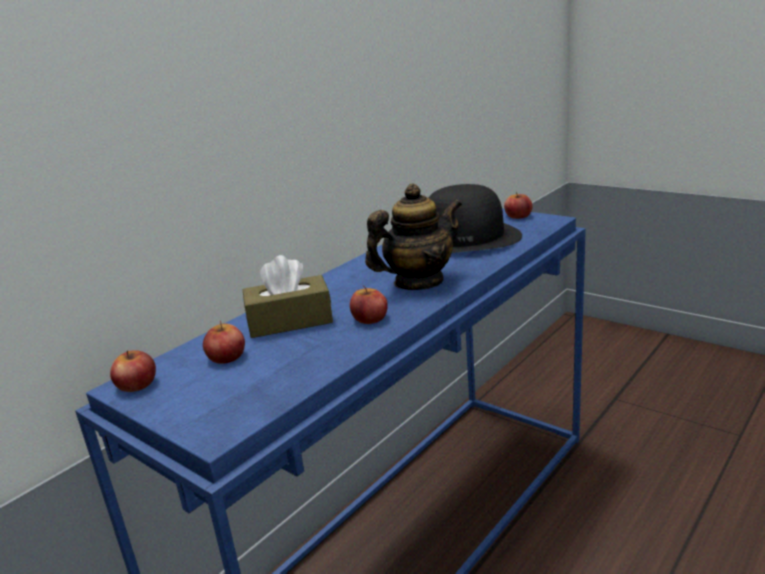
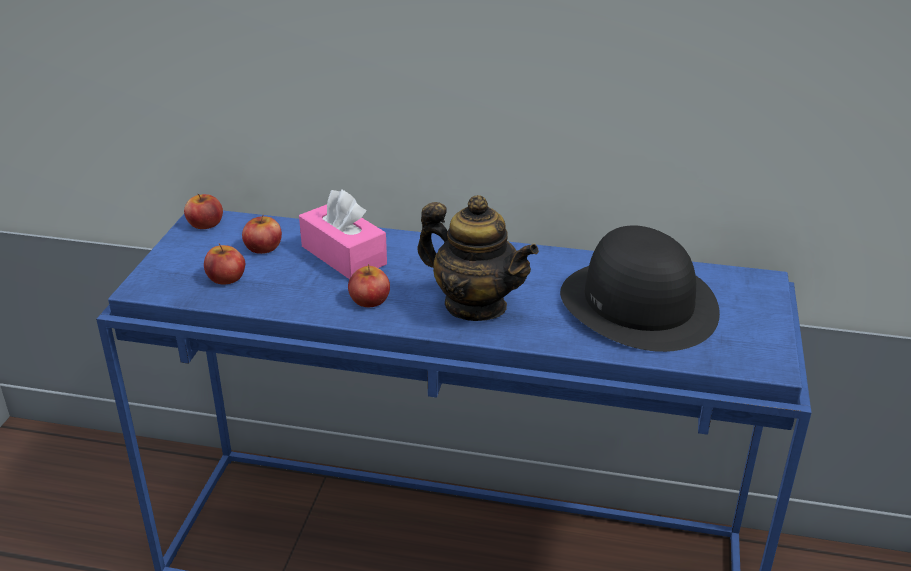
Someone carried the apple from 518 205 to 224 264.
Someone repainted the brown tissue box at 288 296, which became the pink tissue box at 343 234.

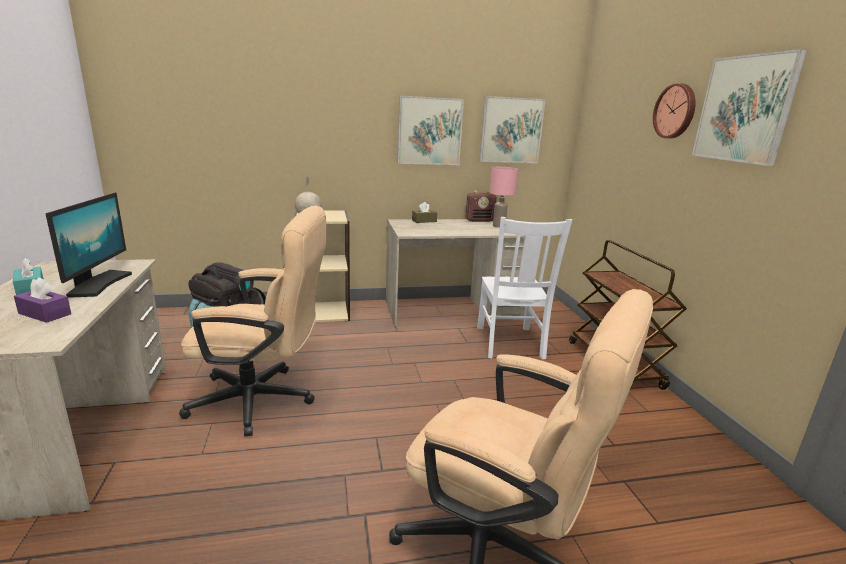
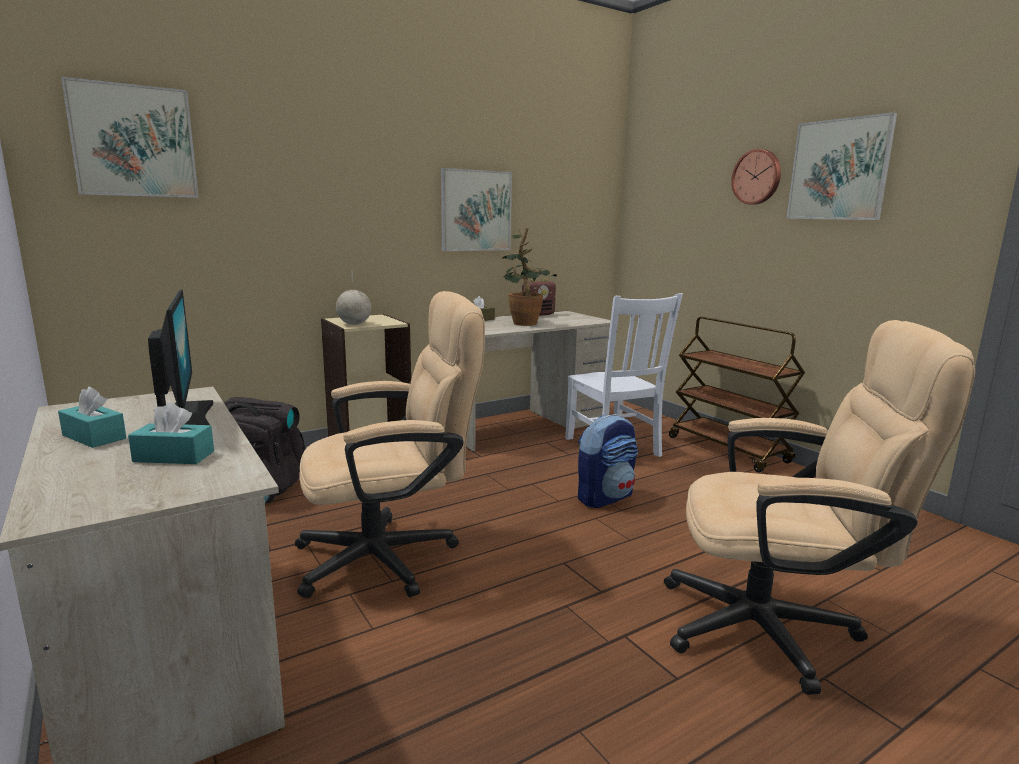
Someone carried the picture from 512 129 to 130 137.
Someone repainted the purple tissue box at 42 300, which became the turquoise tissue box at 171 433.
Someone put down the potted plant at 529 277.
Someone put down the backpack at 608 461.
Someone took away the pink table lamp at 503 197.

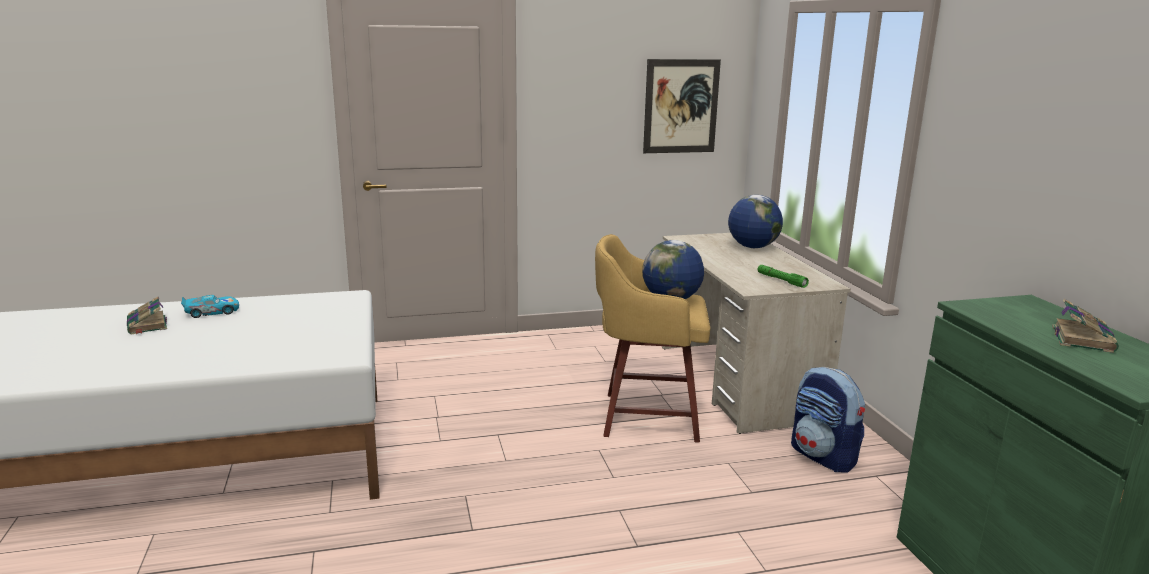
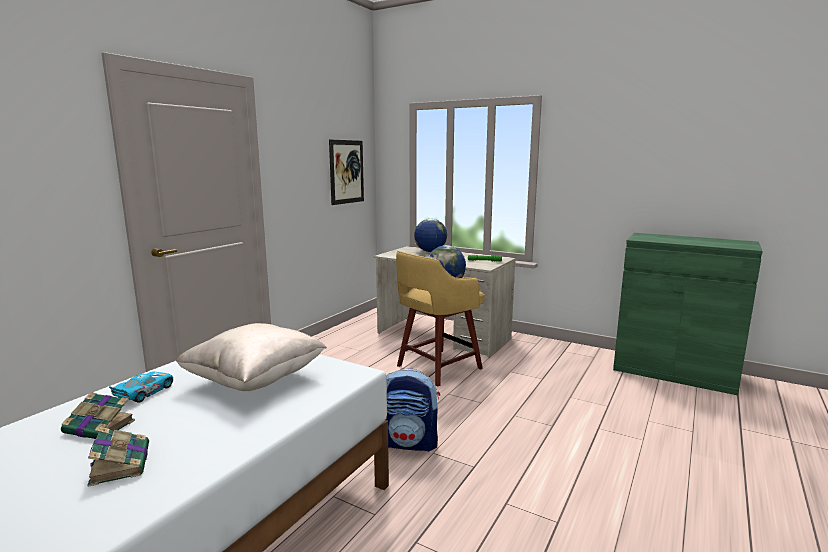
Someone carried the book from 1085 326 to 118 457.
Someone put down the beige pillow at 251 357.
Someone carried the backpack from 828 420 to 413 410.

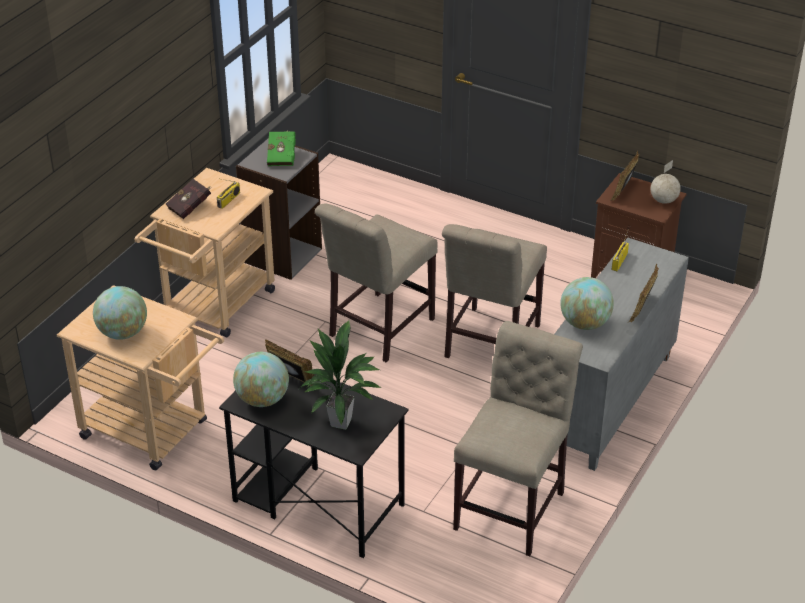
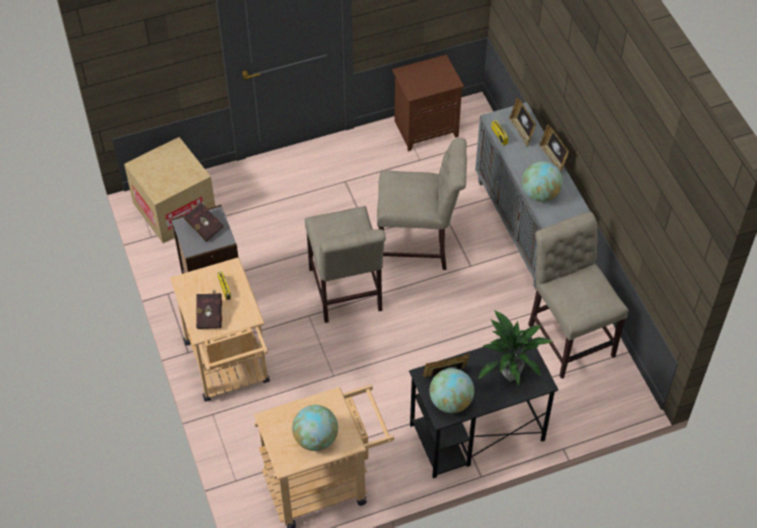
Someone put down the cardboard box at 169 190.
Someone repainted the green book at 281 148, which became the red book at 204 222.
Someone rotated the beige chair at 494 291 by 60 degrees counterclockwise.
Someone carried the picture frame from 624 175 to 522 122.
Someone took away the globe at 666 182.

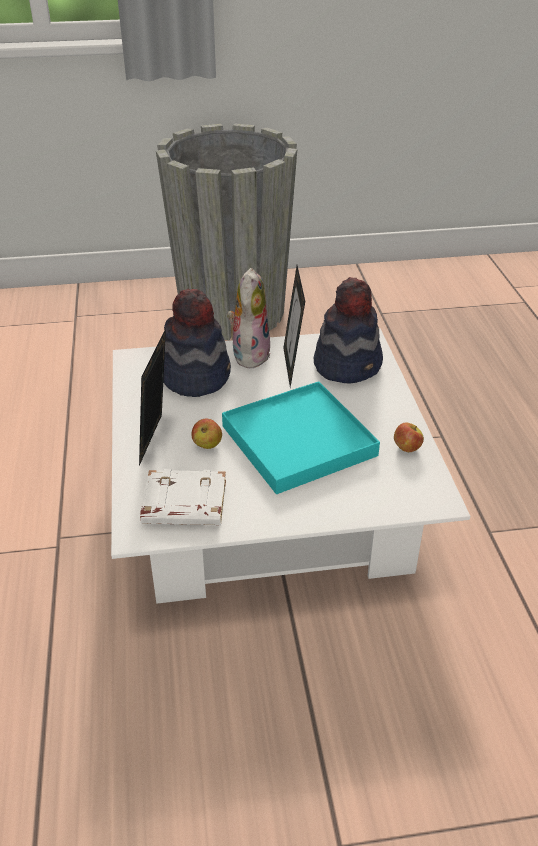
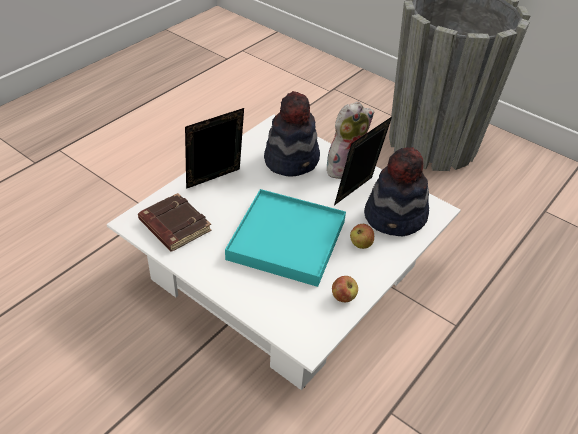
Someone repainted the white book at 183 497, which became the brown book at 175 222.
Someone carried the apple from 206 434 to 362 236.

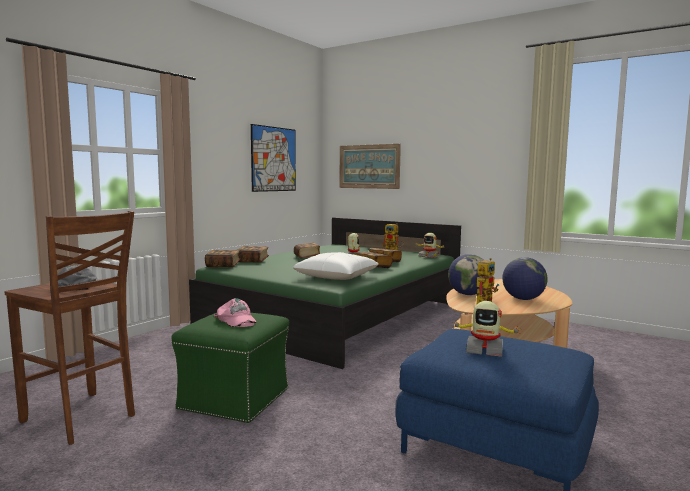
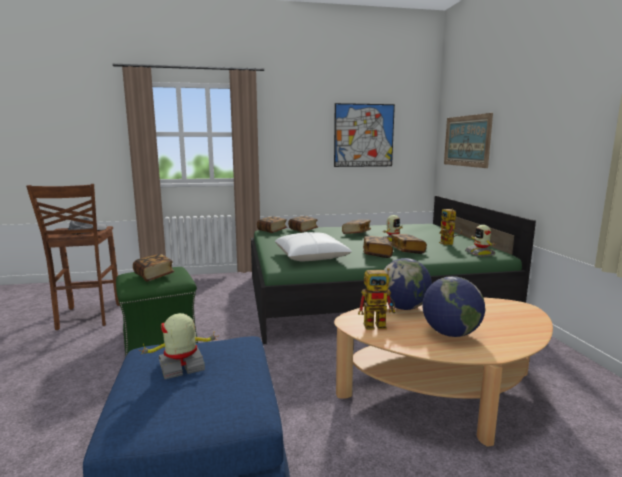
Someone swapped the pink cap at 235 312 for the book at 154 268.
Someone rotated the toy robot at 487 329 by 90 degrees clockwise.

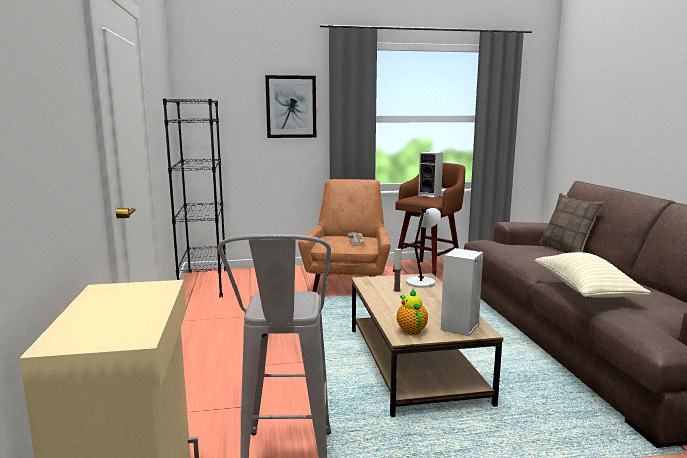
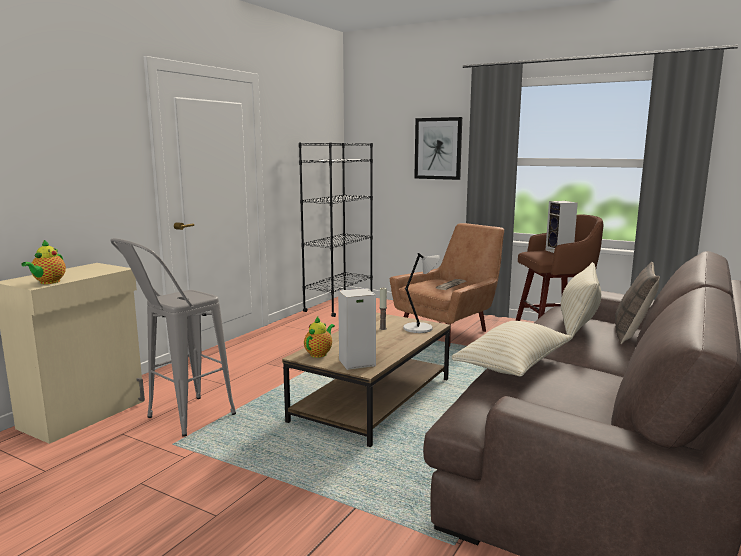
Someone put down the teapot at 44 262.
Someone put down the beige pillow at 581 301.

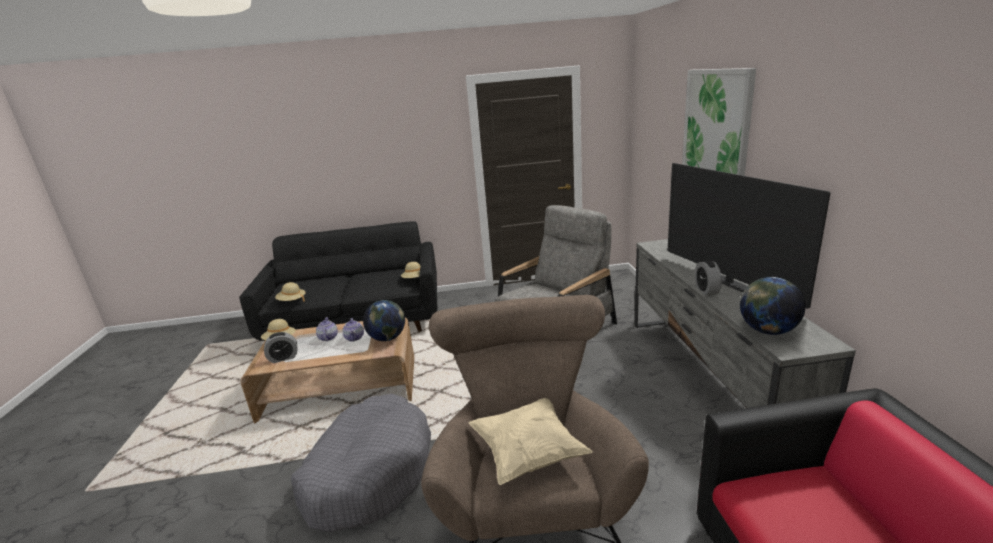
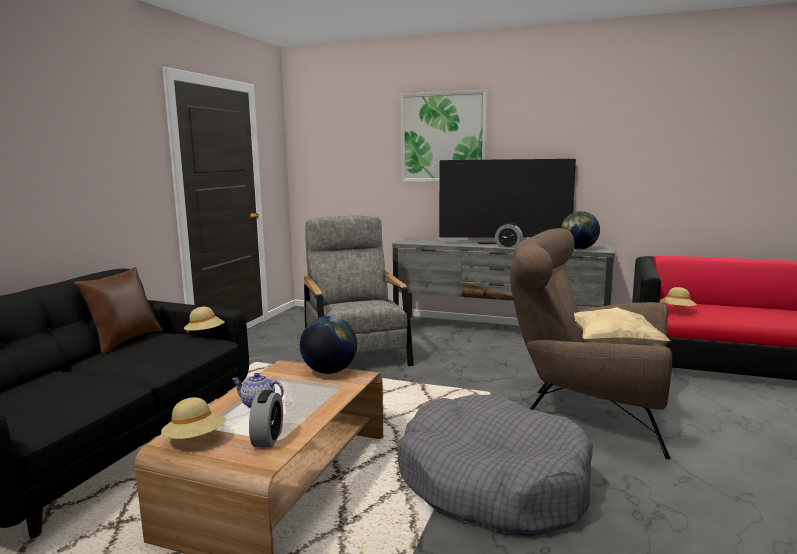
Someone put down the brown pillow at 118 311.
Someone carried the beige hat from 290 292 to 678 297.
Someone took away the teapot at 353 330.

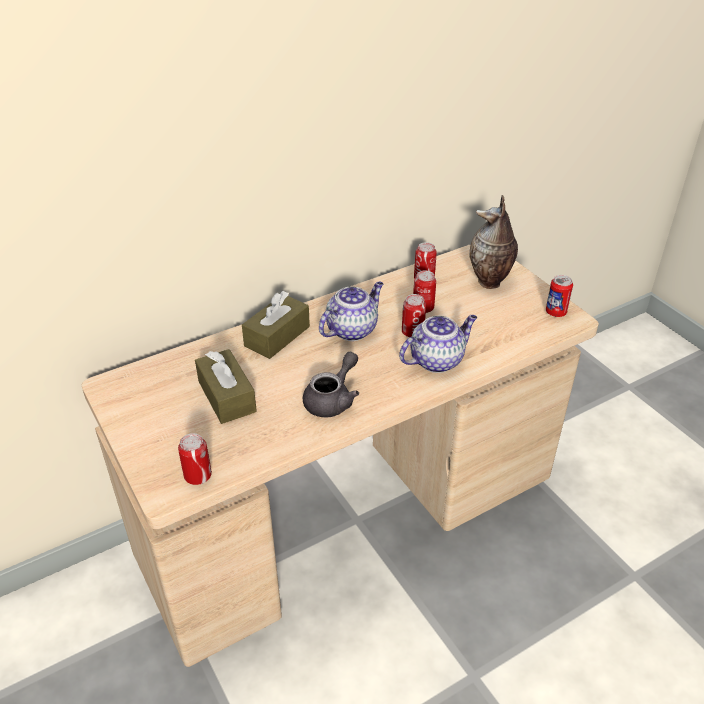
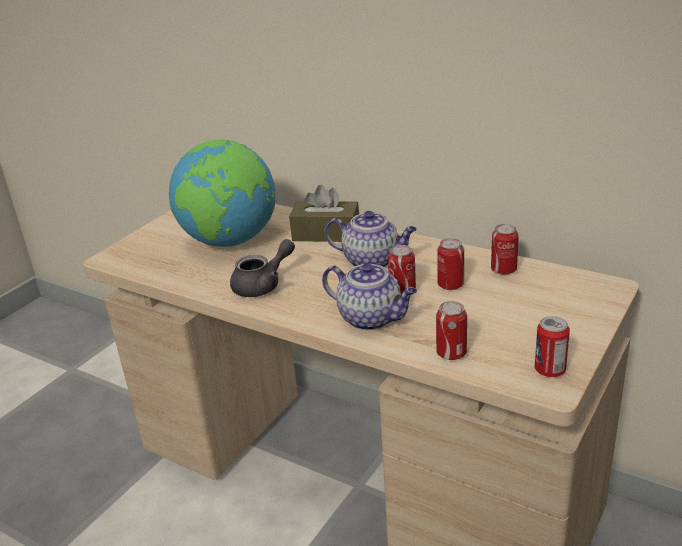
Someone swapped the brown tissue box at 226 386 for the globe at 222 193.
Someone rotated the grey teapot at 331 384 by 45 degrees counterclockwise.
Someone carried the can from 195 459 to 451 330.
Someone took away the vase at 493 242.

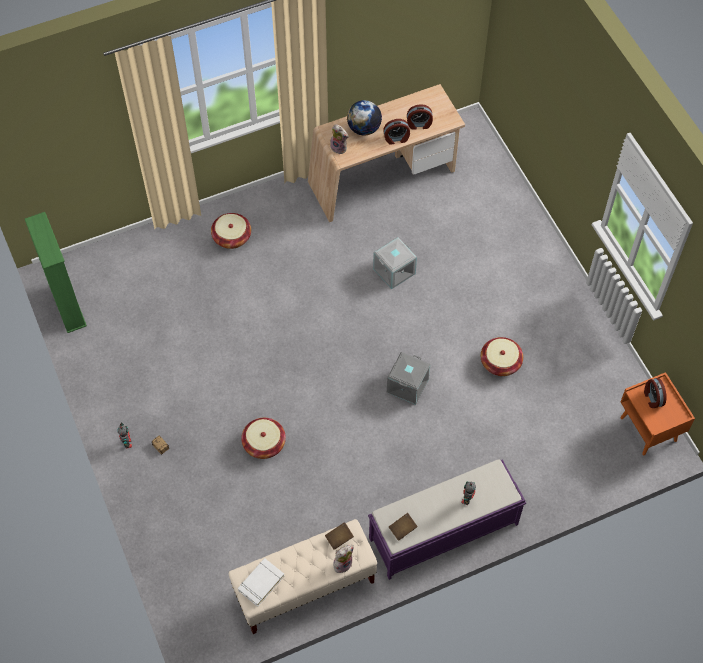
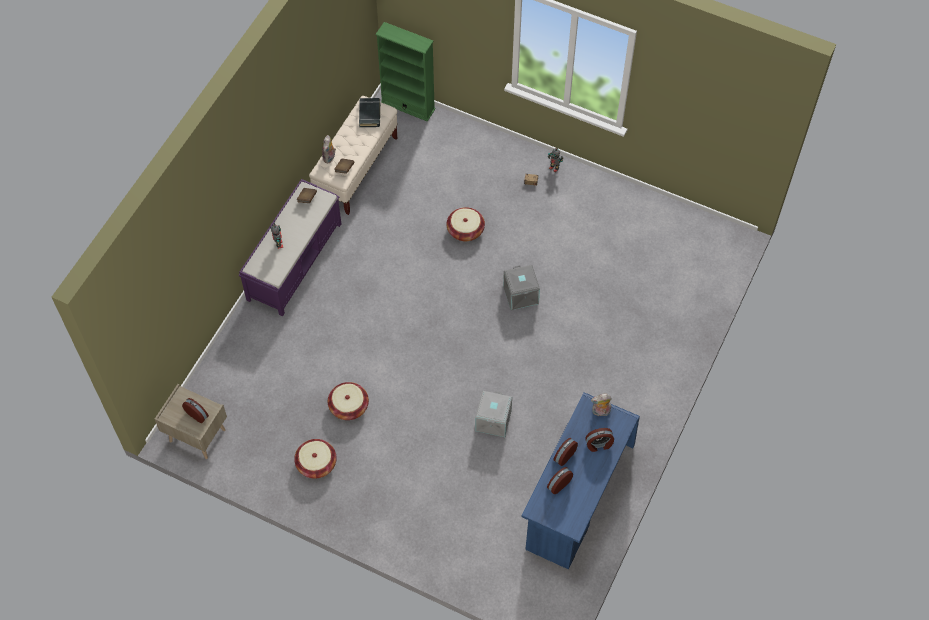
Someone repainted the orange nightstand at 657 413, which became the beige nightstand at 191 421.
Someone carried the basket from 231 231 to 315 458.
Someone repainted the white book at 261 582, which became the black book at 370 112.
Someone carried the green bookcase from 56 272 to 405 72.
Someone carried the grey storage box from 409 378 to 521 287.
Someone repainted the beige desk at 386 153, which became the blue desk at 580 480.
Someone swapped the globe at 364 118 for the alarm clock at 599 440.

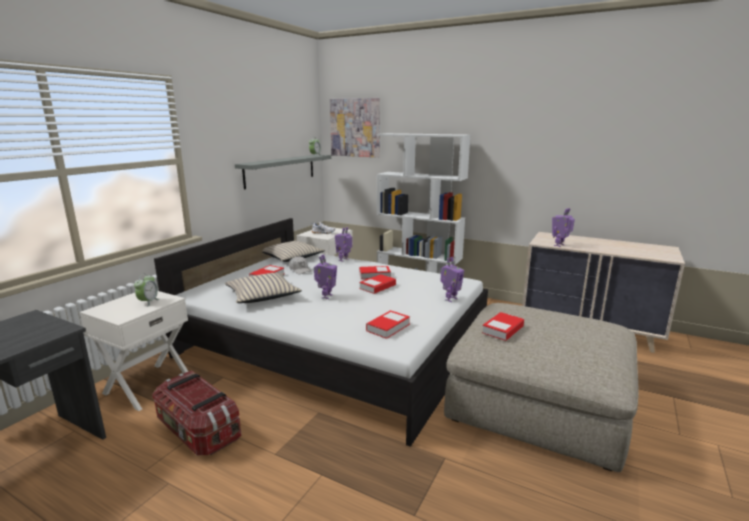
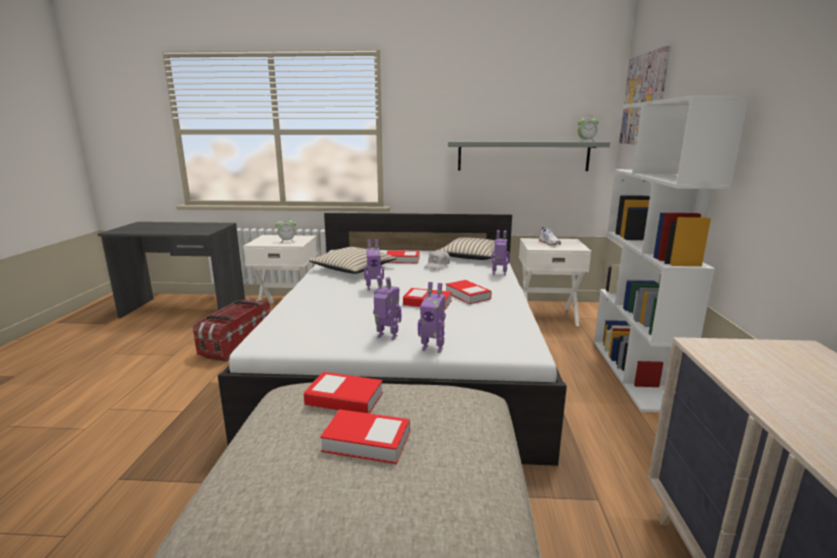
Someone carried the book from 388 324 to 365 436.
Someone carried the toy robot from 563 227 to 387 308.

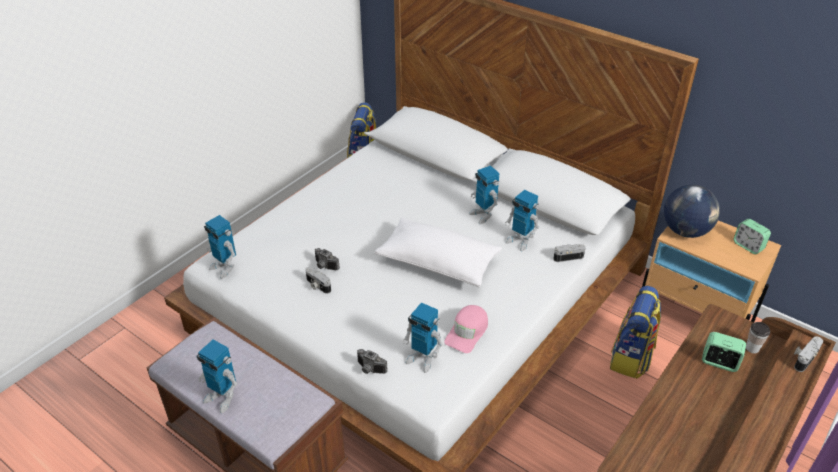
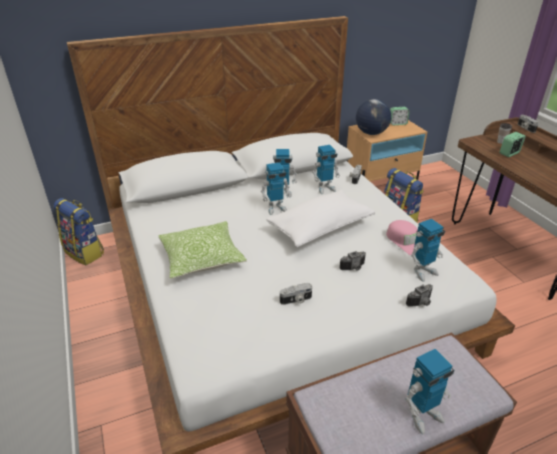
Someone put down the pillow at 202 250.
Someone carried the toy robot from 220 247 to 276 188.
Someone carried the photo camera from 327 259 to 352 260.

